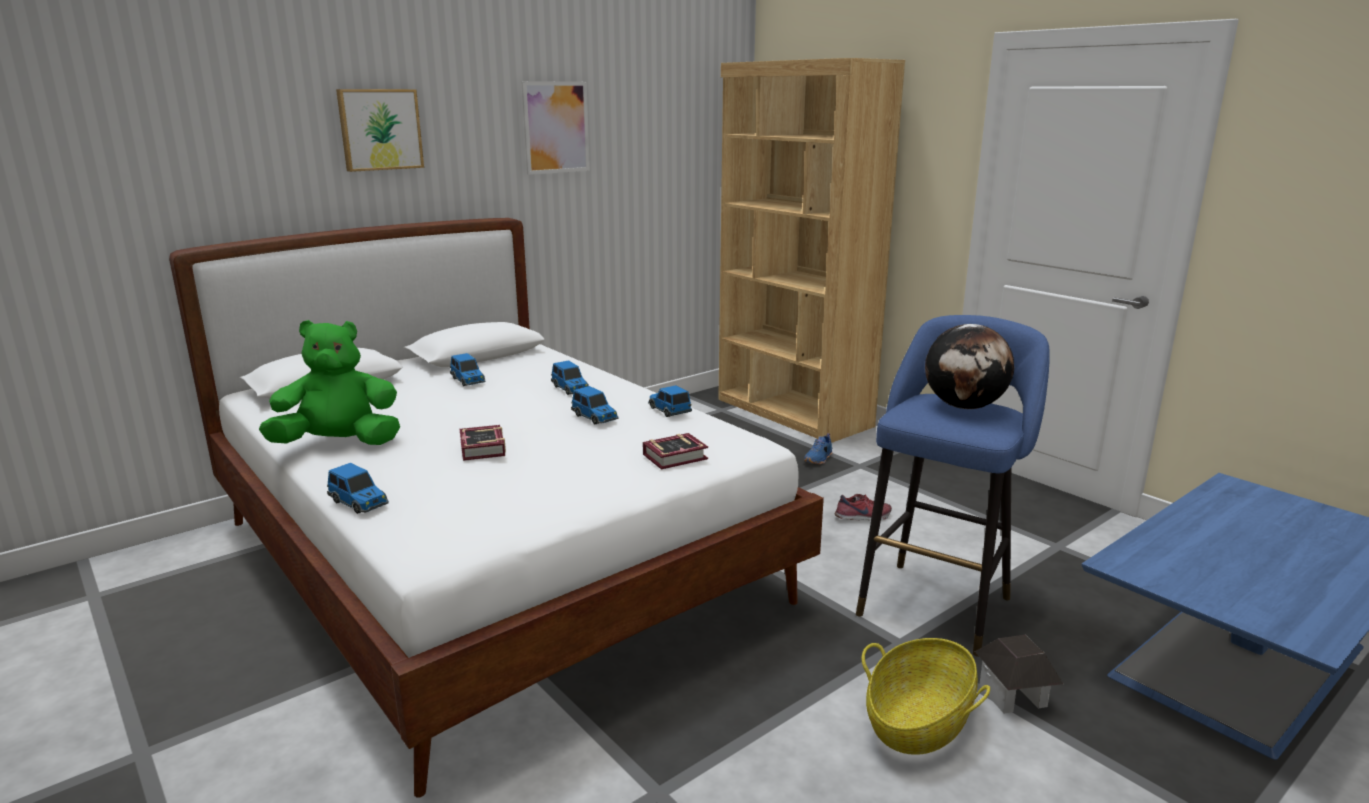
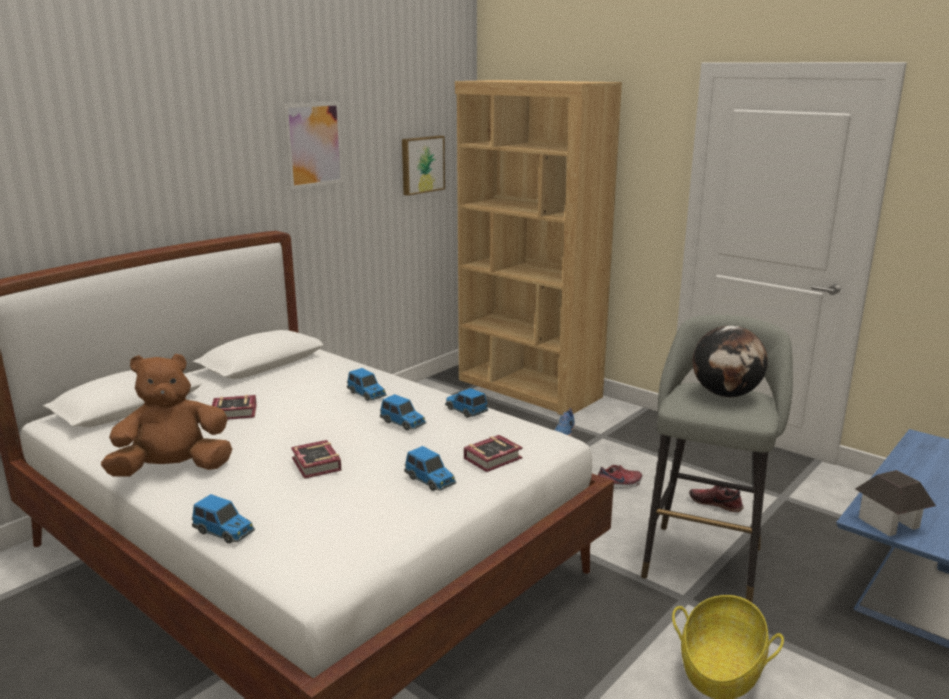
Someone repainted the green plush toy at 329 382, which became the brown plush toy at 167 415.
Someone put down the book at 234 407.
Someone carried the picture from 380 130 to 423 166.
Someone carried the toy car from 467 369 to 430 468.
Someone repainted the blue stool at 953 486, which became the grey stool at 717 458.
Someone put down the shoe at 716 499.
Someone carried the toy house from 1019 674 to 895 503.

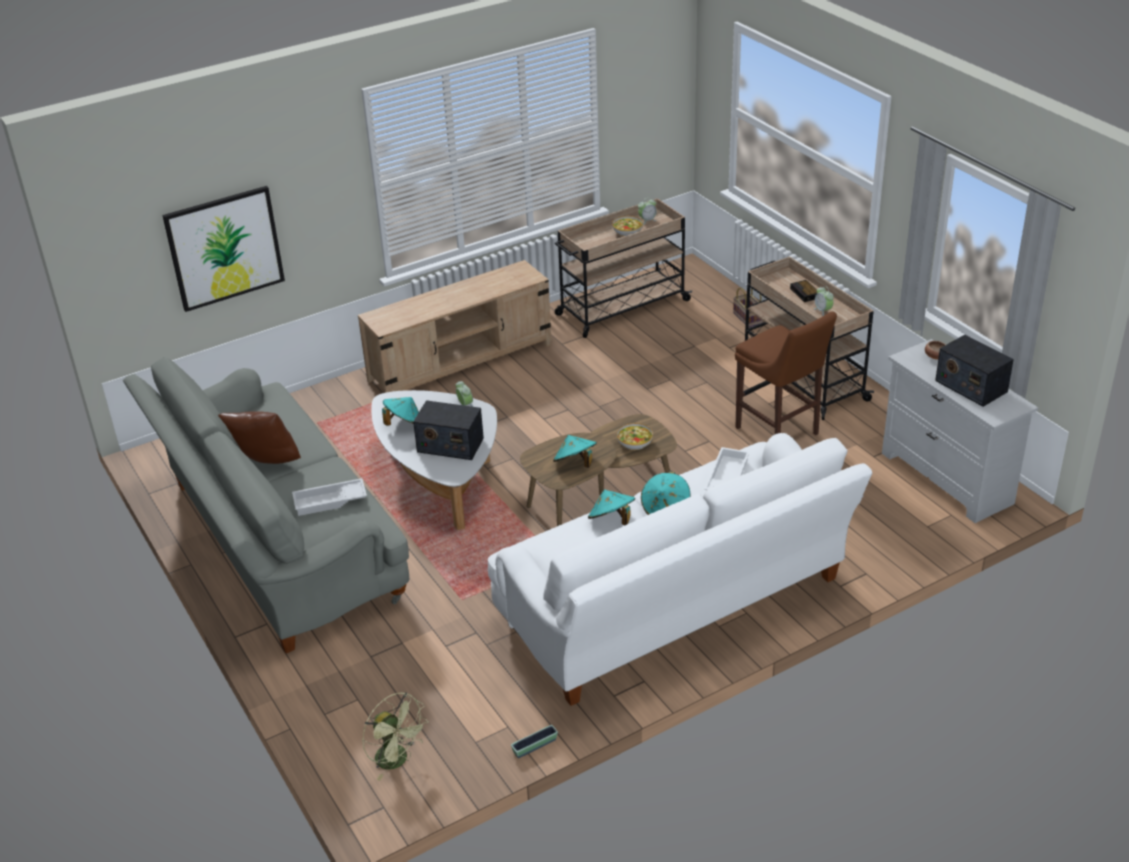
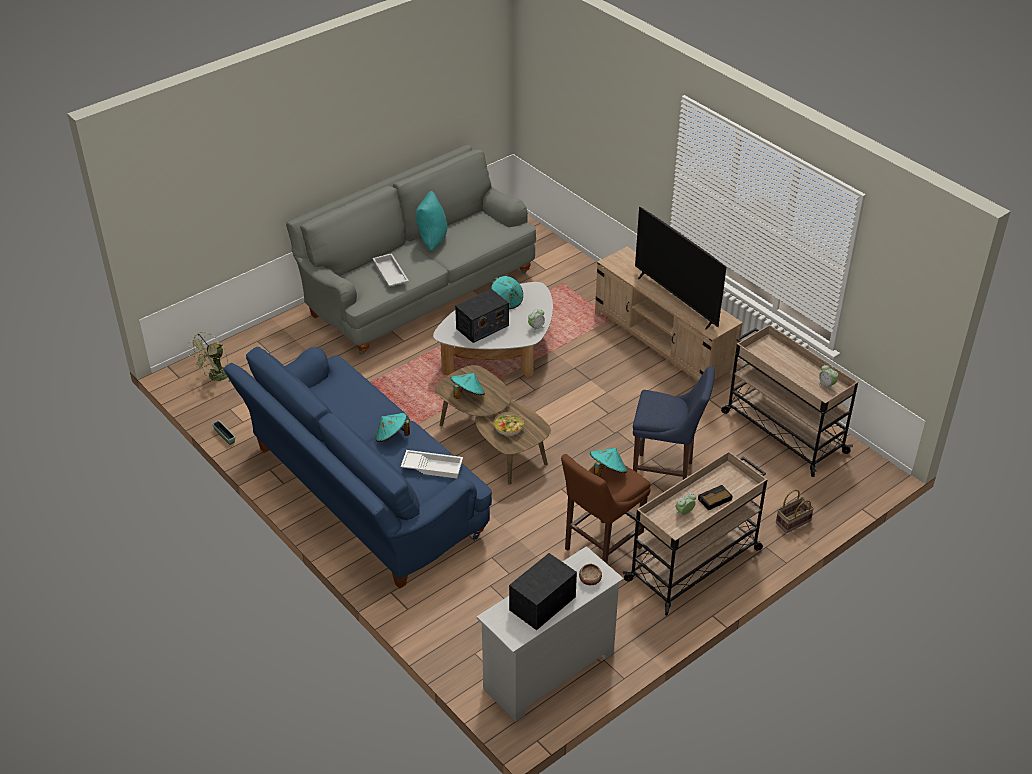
Someone repainted the white sofa at 680 569, which became the blue sofa at 358 468.
Someone repainted the brown pillow at 259 437, which became the turquoise pillow at 431 220.
Someone rotated the radio at 448 430 by 135 degrees counterclockwise.
Someone carried the turquoise hat from 611 507 to 608 462.
Someone put down the blue stool at 674 423.
Someone put down the television at 680 268.
Someone took away the picture at 223 249.
Someone took away the bowl at 627 226.

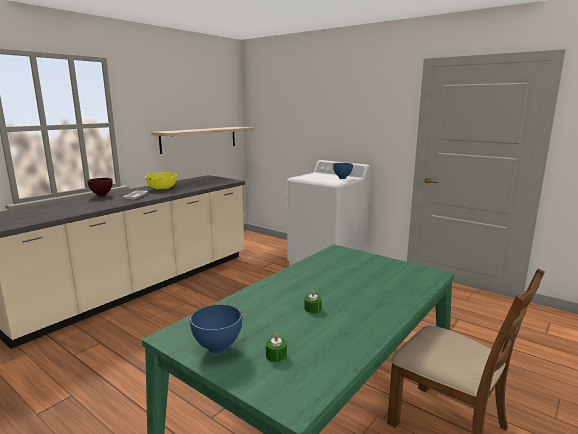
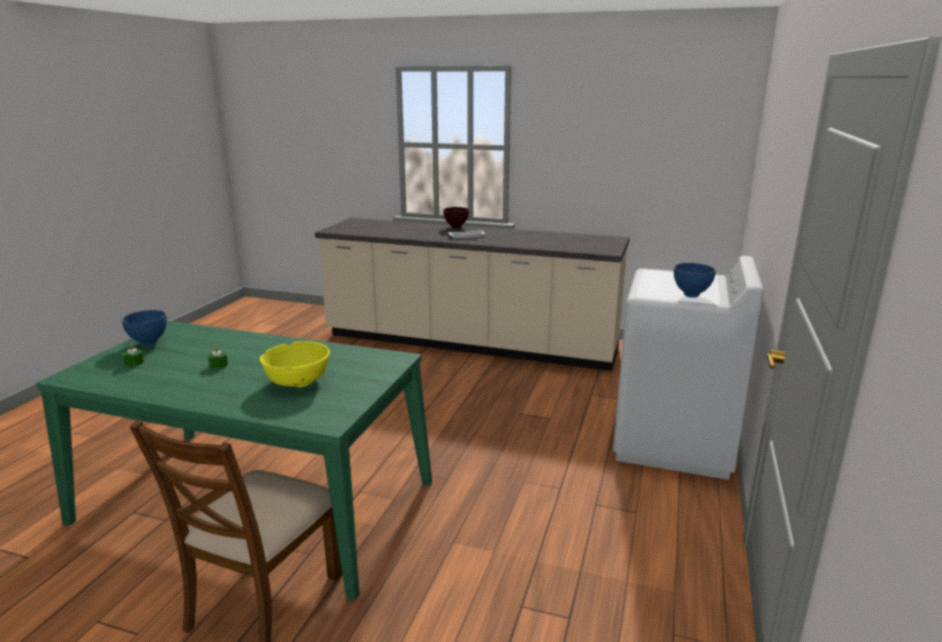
Someone carried the yellow bowl from 161 181 to 295 364.
Someone took away the shelf at 203 140.

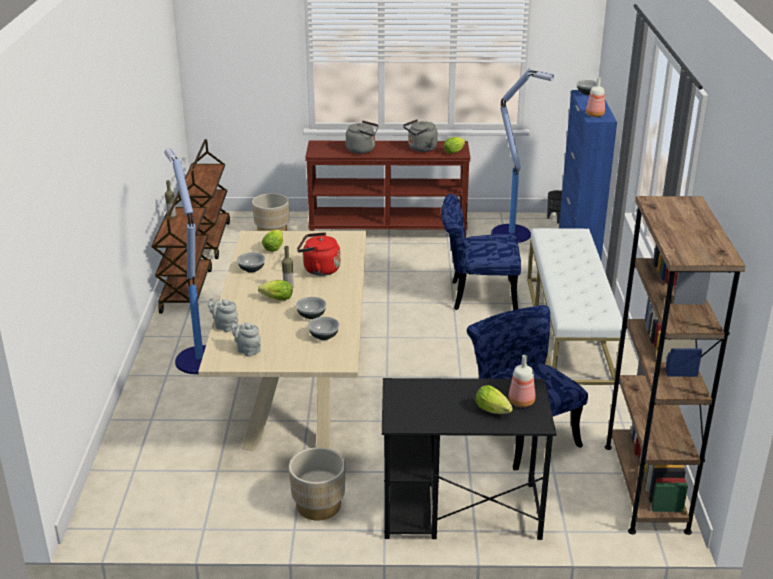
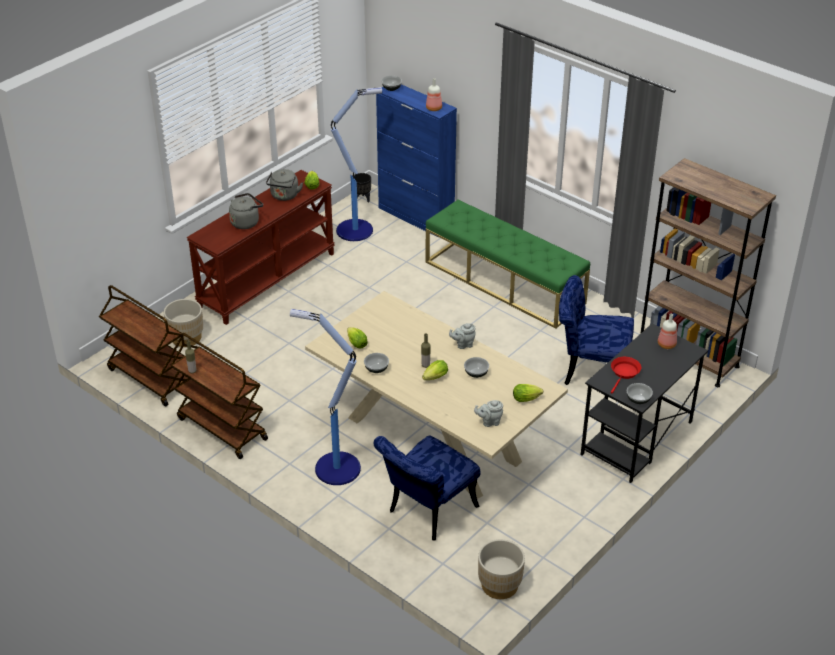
Someone carried the blue chair from 481 252 to 426 488.
Someone repainted the white bench at 575 306, which became the green bench at 508 264.
Someone carried the grey teapot from 223 314 to 462 336.
Someone carried the beige planter from 317 484 to 501 569.
Someone carried the lettuce from 494 399 to 528 393.
Someone put down the red frying pan at 626 375.
Someone carried the bowl from 323 328 to 640 393.
Someone took away the red kettle at 318 254.

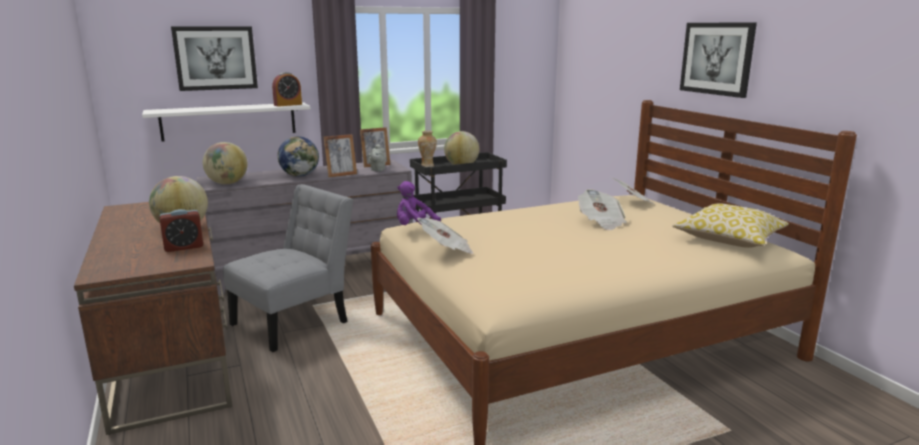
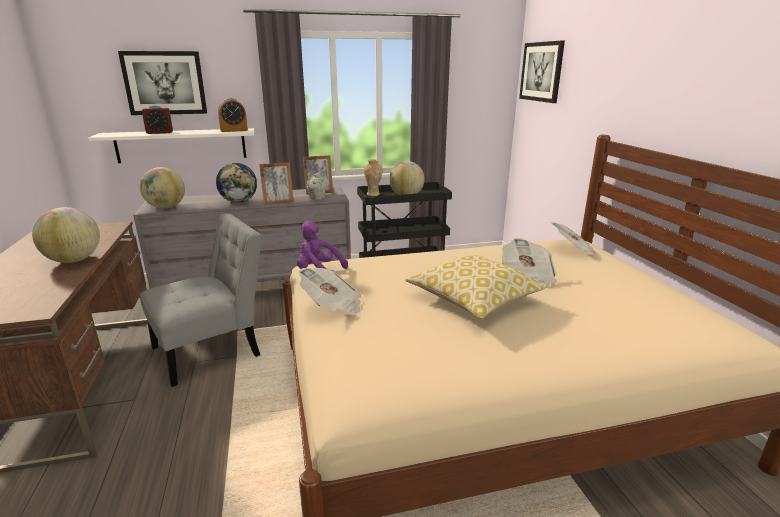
Someone carried the alarm clock from 181 230 to 157 119.
Someone carried the pillow from 730 225 to 476 287.
Someone carried the picture from 718 60 to 542 71.

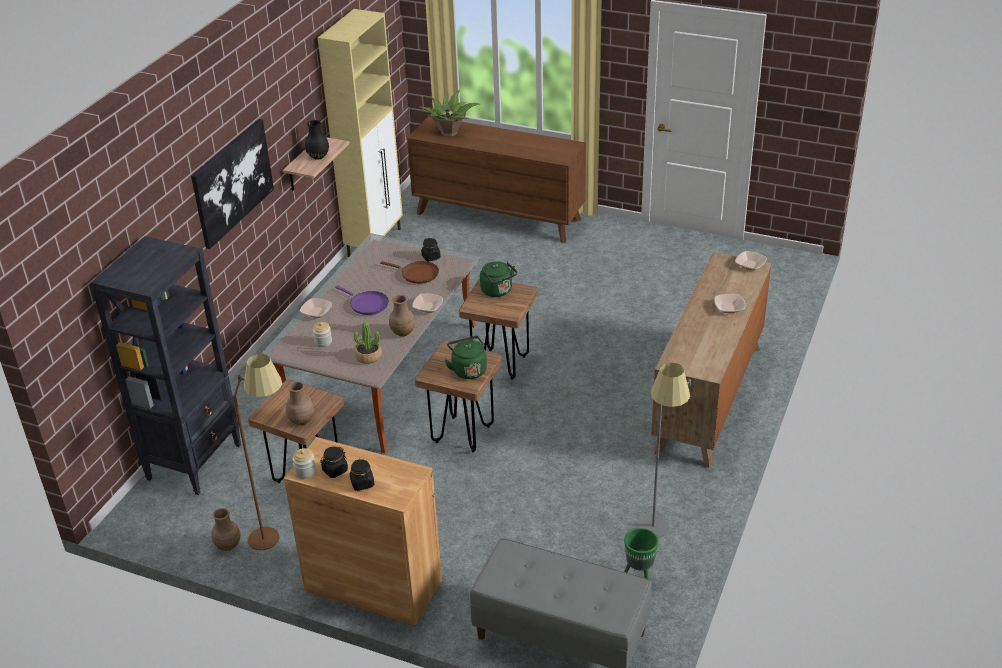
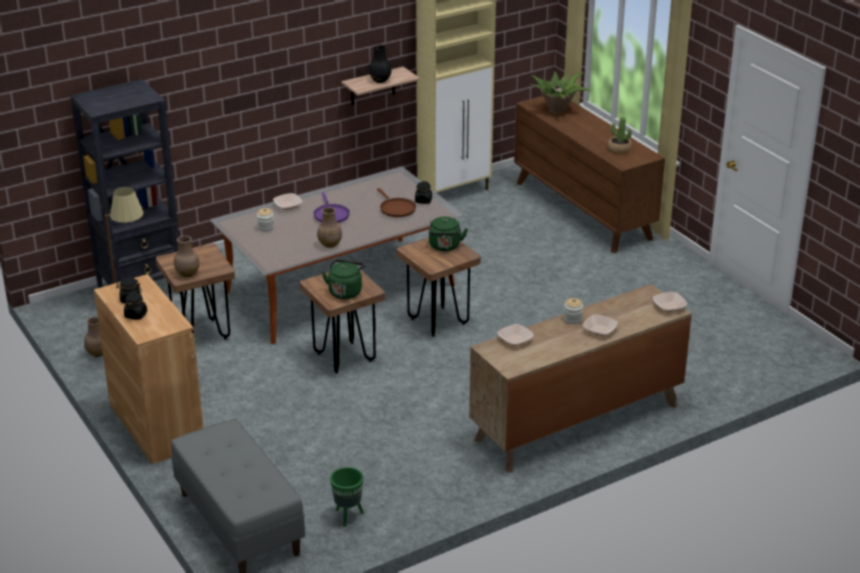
Someone carried the bowl from 427 302 to 515 335.
Someone carried the jar from 304 463 to 573 311.
Someone carried the potted plant from 368 343 to 620 135.
Someone took away the picture at 232 184.
Someone took away the grey floor lamp at 664 450.

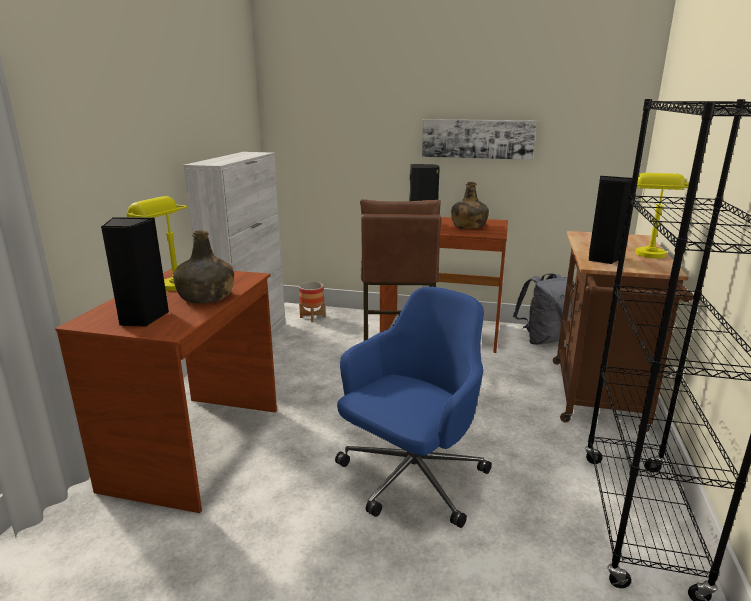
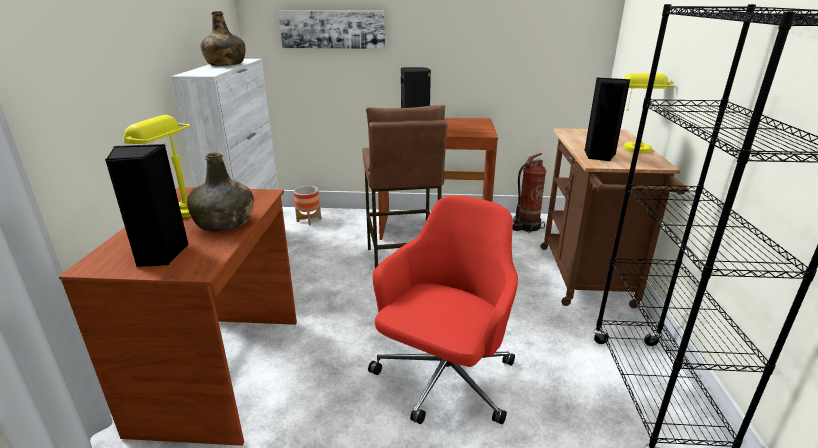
Someone carried the green bottle from 470 205 to 223 38.
Someone carried the picture from 479 139 to 331 29.
Someone repainted the blue office chair at 413 407, which became the red office chair at 443 310.
Someone swapped the grey backpack at 544 309 for the fire extinguisher at 529 193.

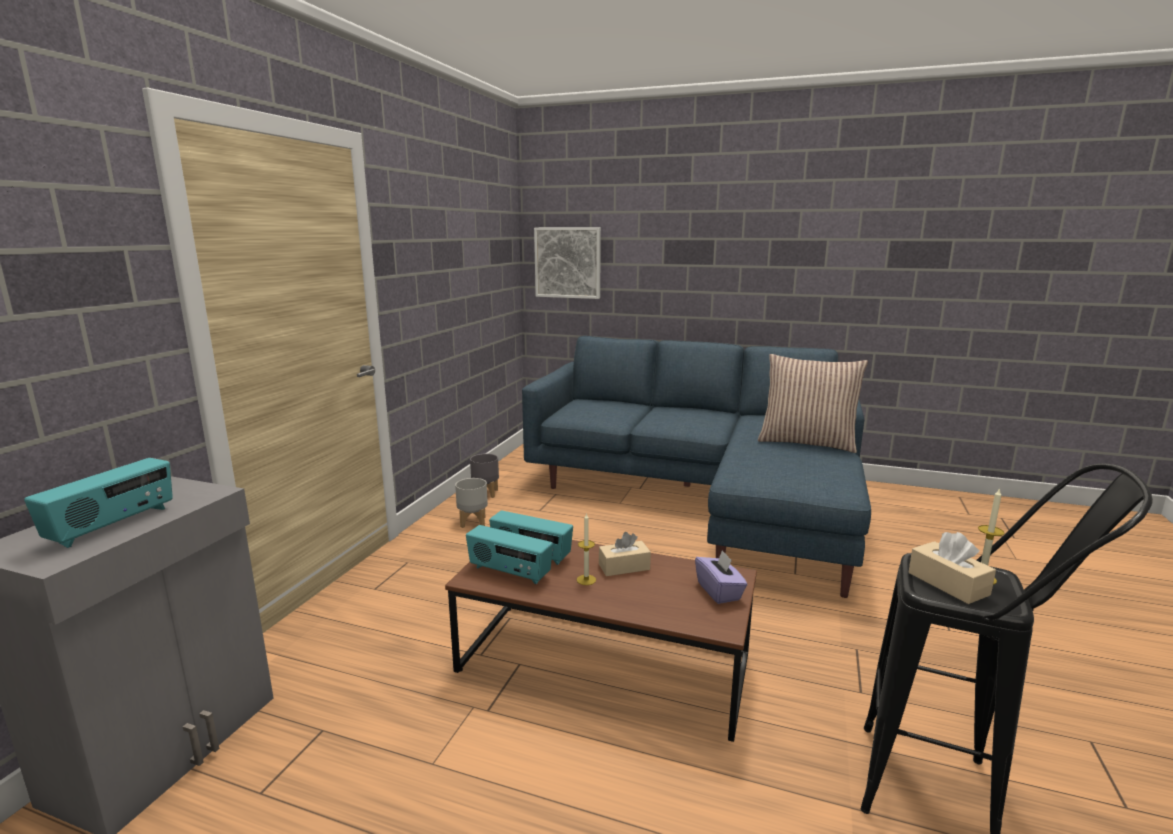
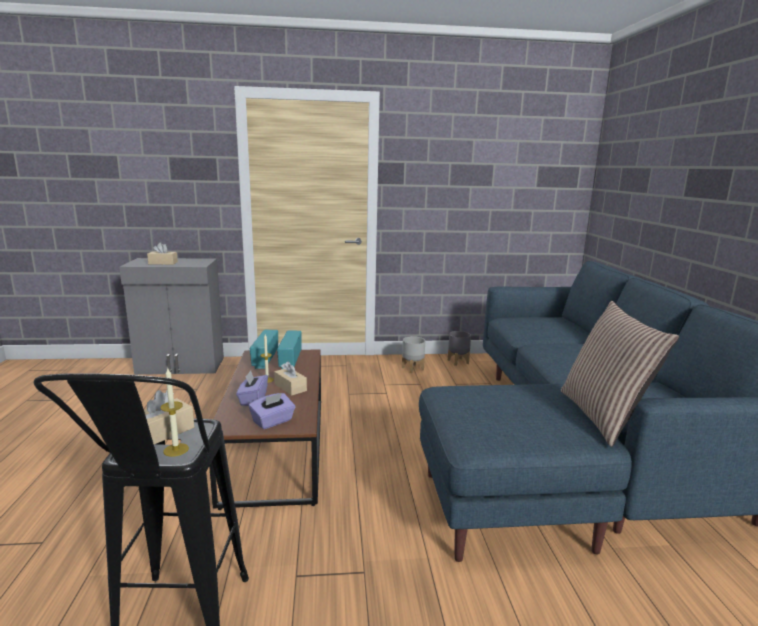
Someone swapped the radio at 98 503 for the beige tissue box at 162 253.
Someone put down the purple tissue box at 252 388.
Someone took away the picture at 567 263.

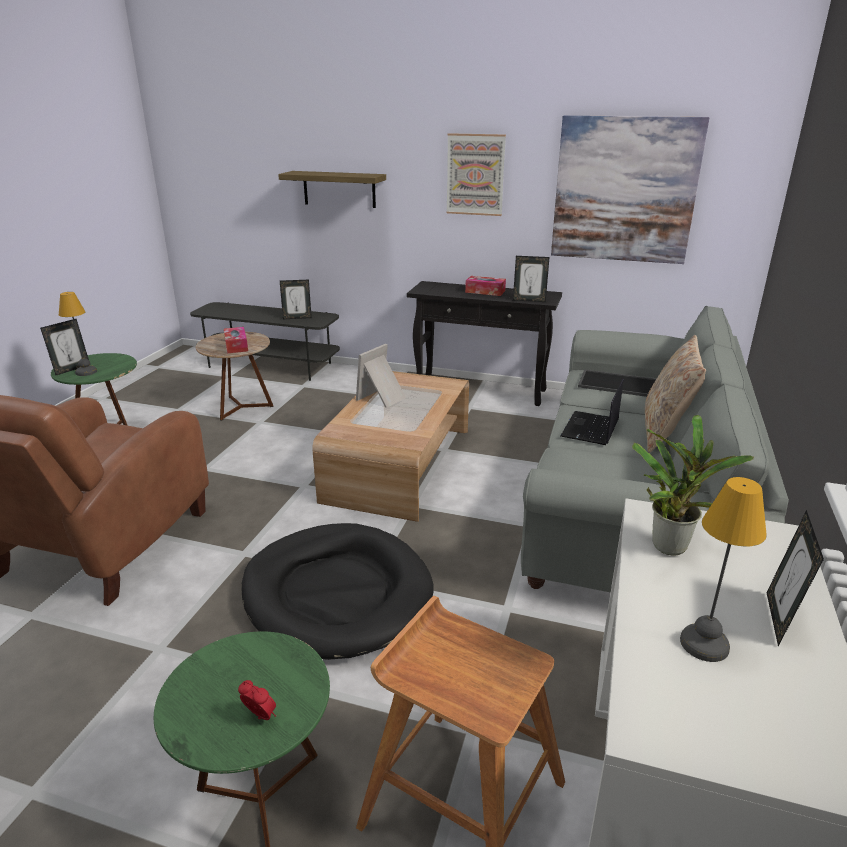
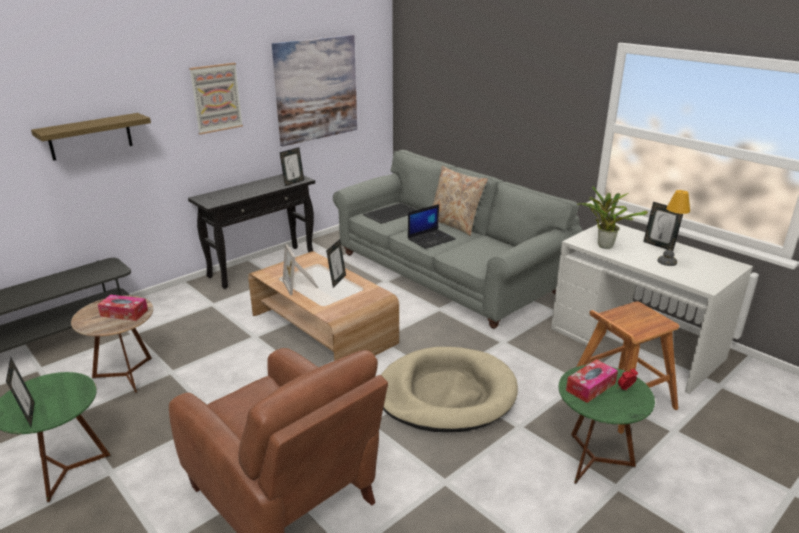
Someone carried the picture frame from 296 299 to 336 263.
Someone repainted the black dog bed at 337 591, which became the beige dog bed at 449 389.
Someone rotated the laptop at 592 412 by 90 degrees counterclockwise.
Someone carried the tissue box from 485 286 to 592 381.
Someone took away the table lamp at 78 334.

